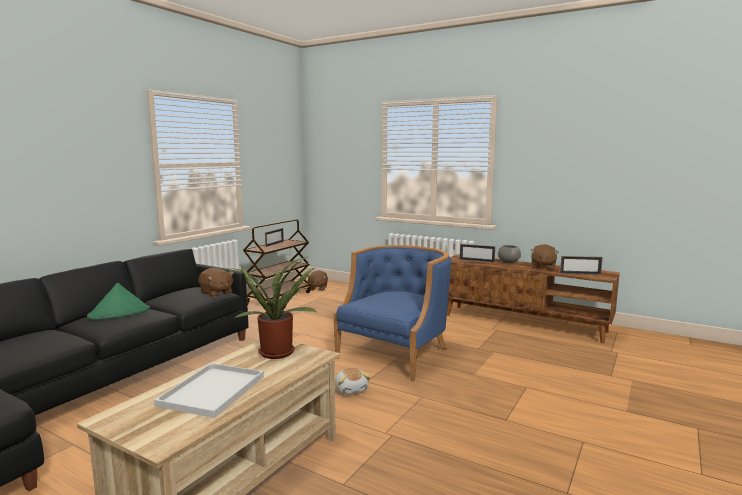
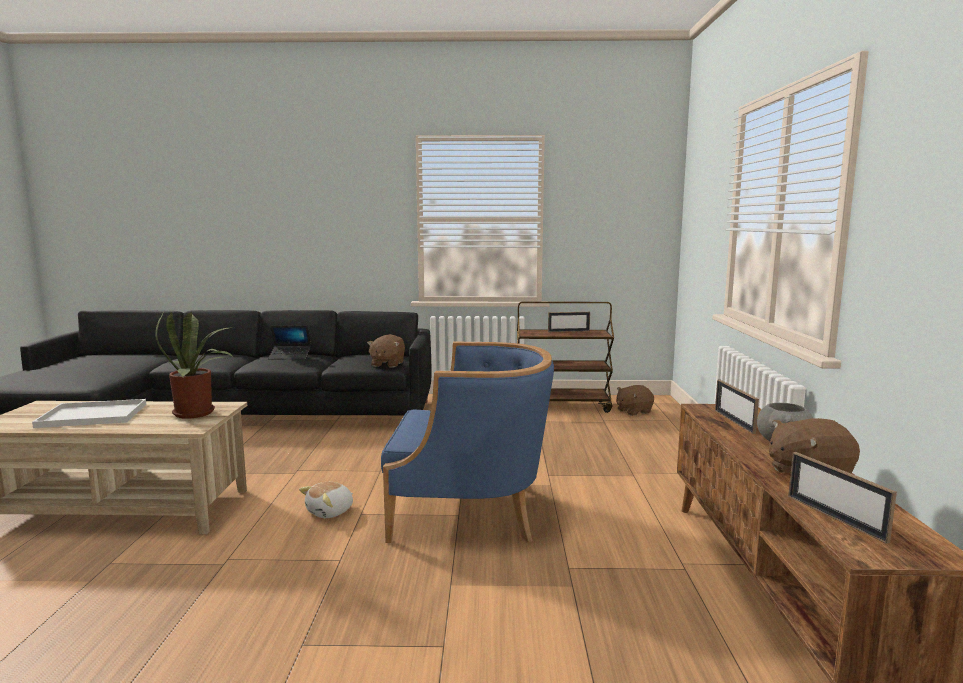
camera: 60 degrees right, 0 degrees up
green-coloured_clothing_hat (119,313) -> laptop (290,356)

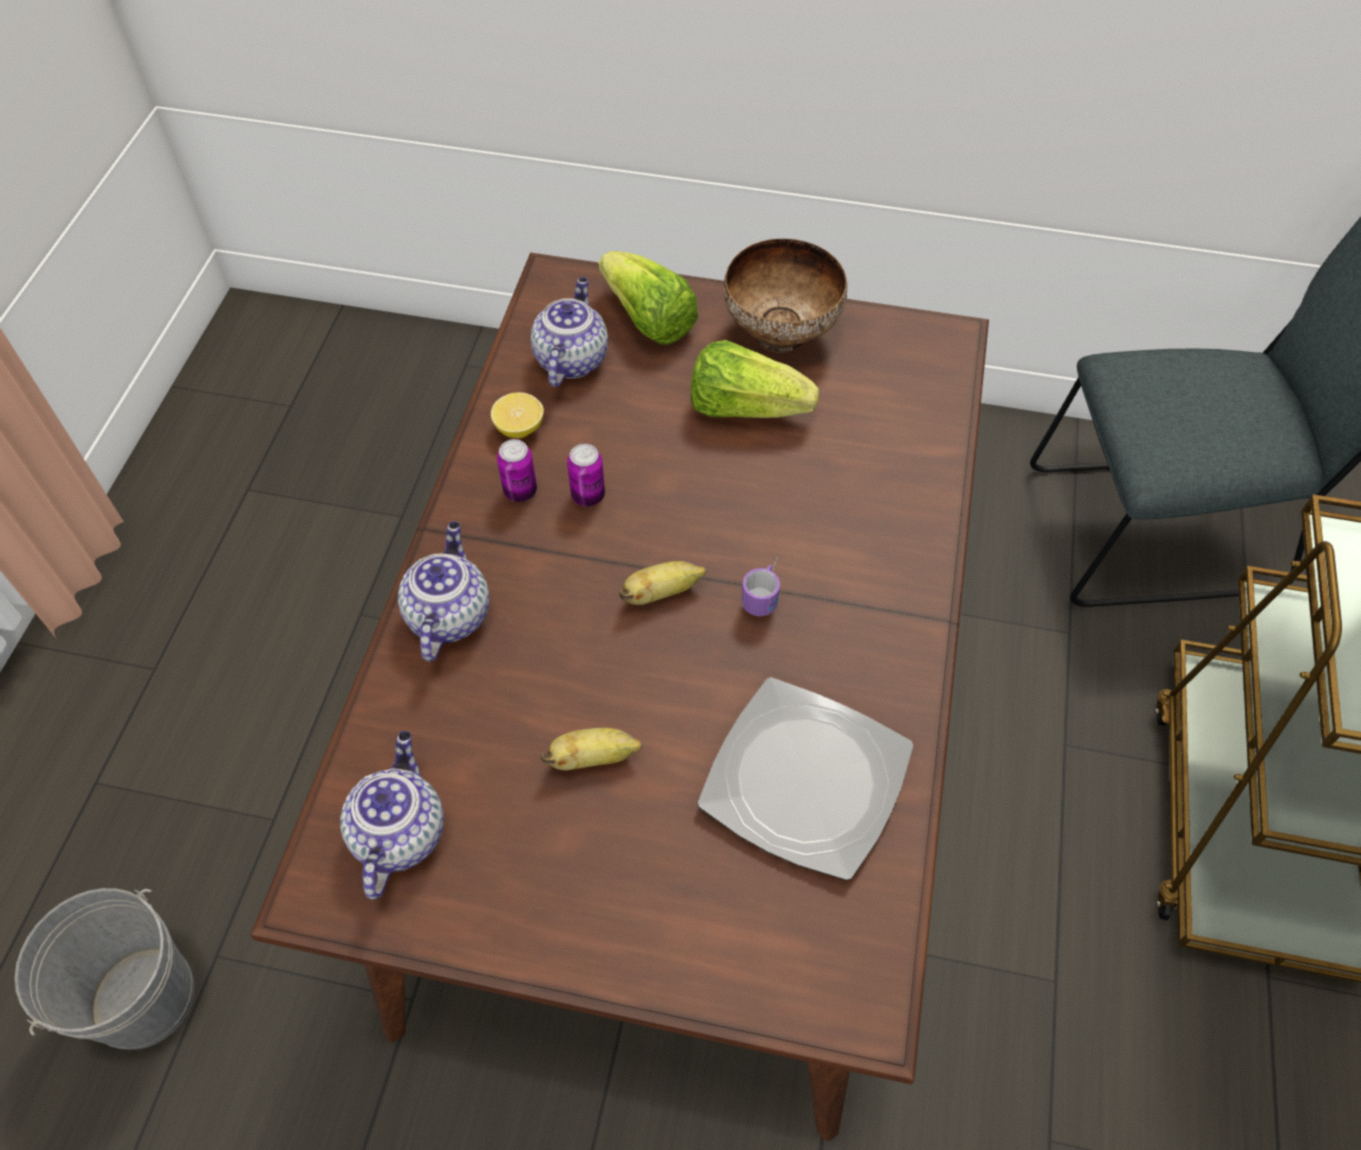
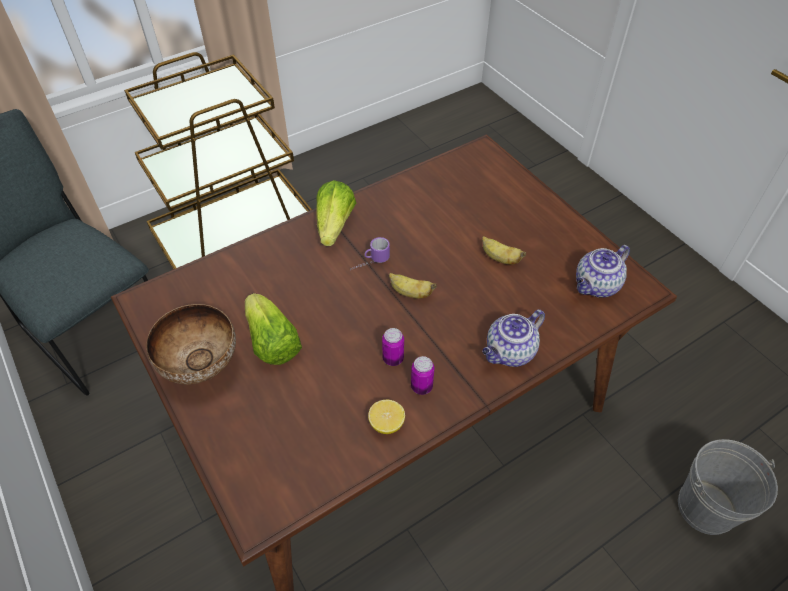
camera: 135 degrees left, 5 degrees down
pot_for_tea (571,359) -> none
lettuce (648,320) -> lettuce (335,226), moved
plate (803,781) -> none

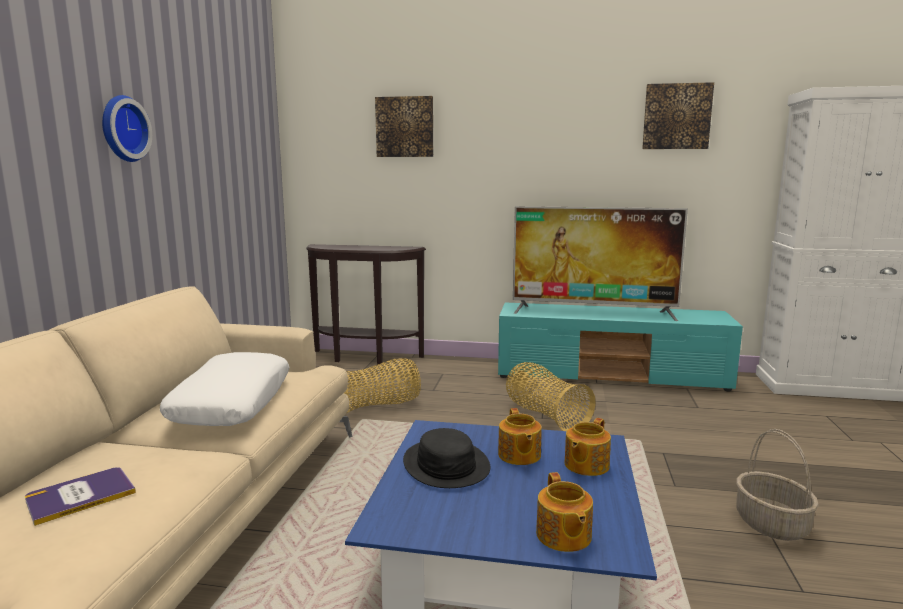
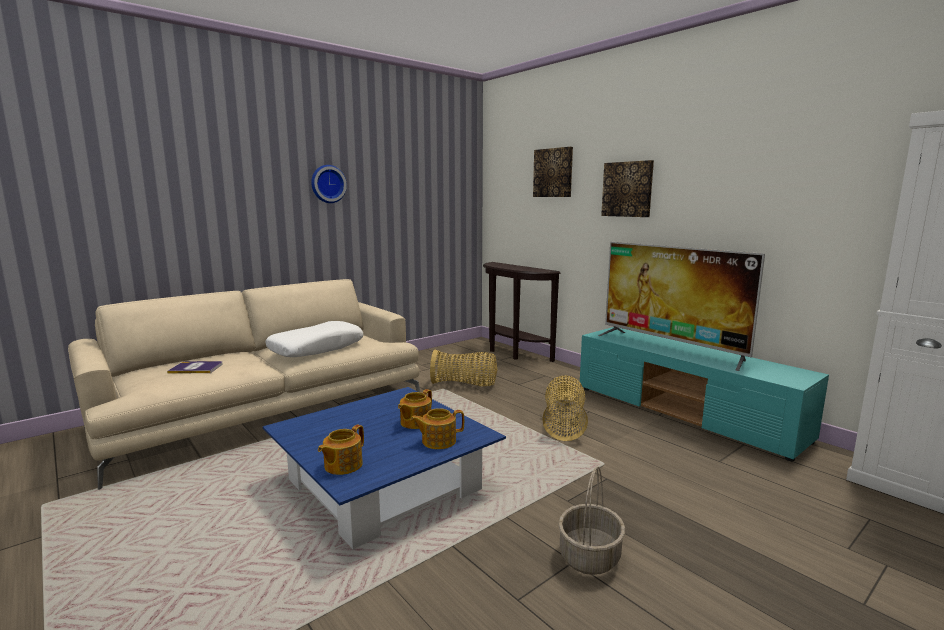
camera: 40 degrees right, 0 degrees up
blackish_clothing_hat (445,465) -> none
picture (676,116) -> picture (627,189), moved

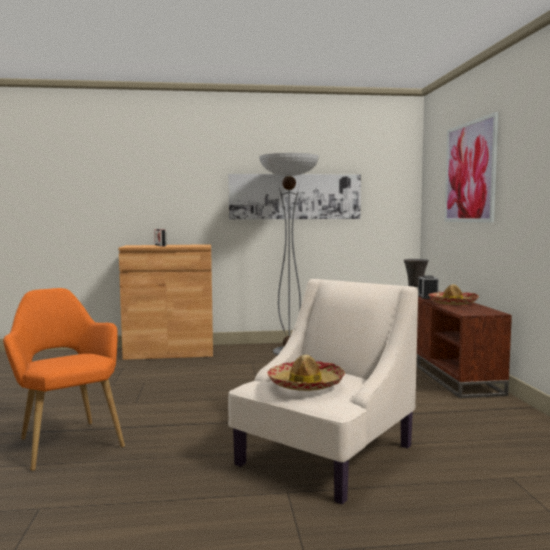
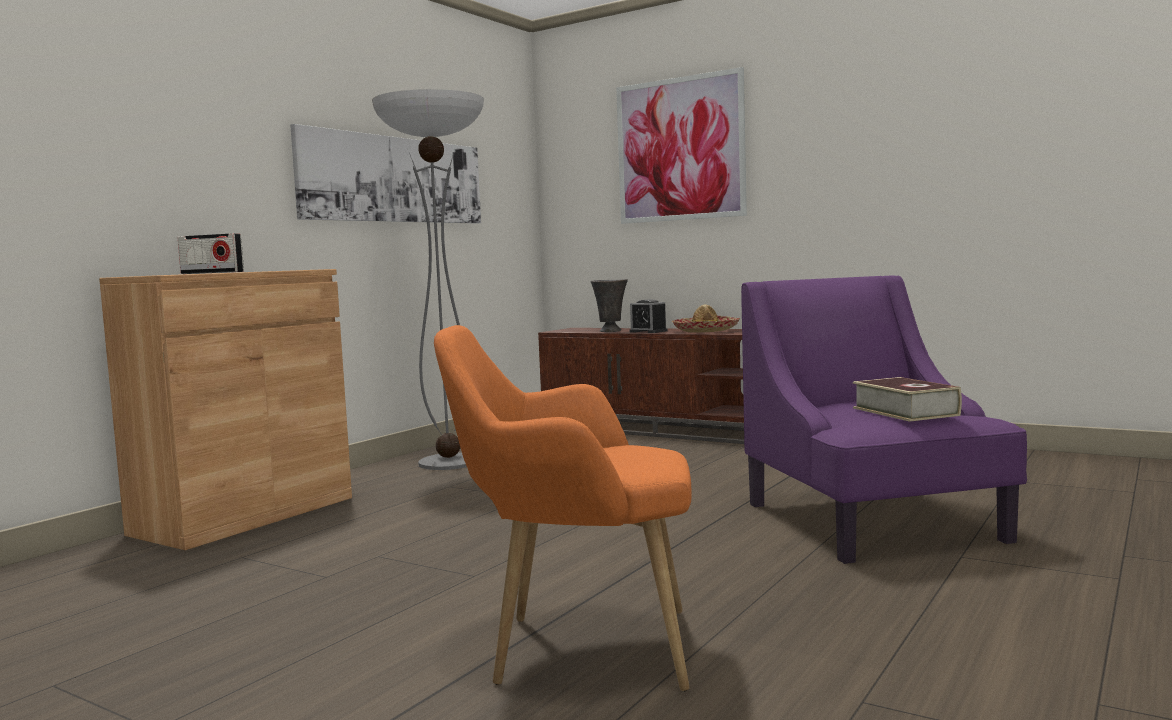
camera: 50 degrees left, 0 degrees up
beige_armchair (324,455) -> purplish_armchair (872,522)
clothing_hat (305,384) -> book (905,411)

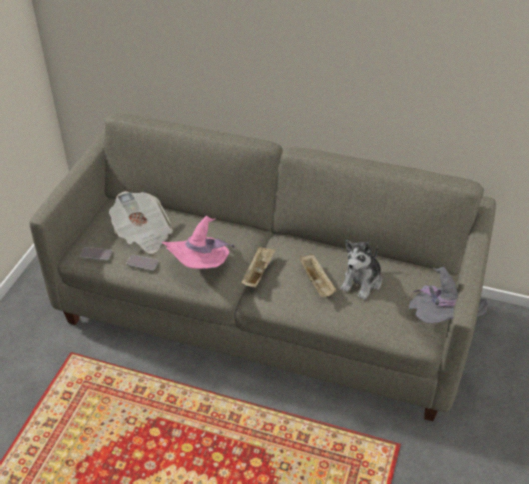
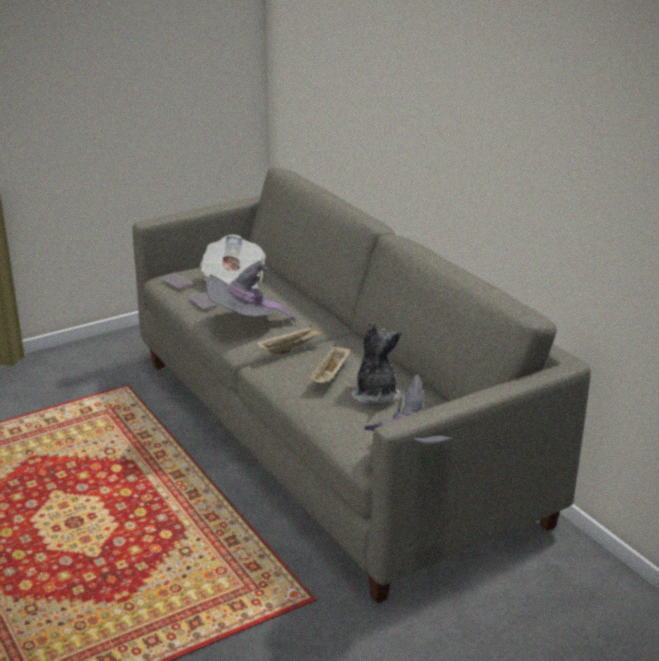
camera: 40 degrees right, 15 degrees down
pink_clothing_hat (200,267) -> grey_clothing_hat (245,323)
plush_toy (362,282) -> plush_toy (375,394), 105 degrees clockwise

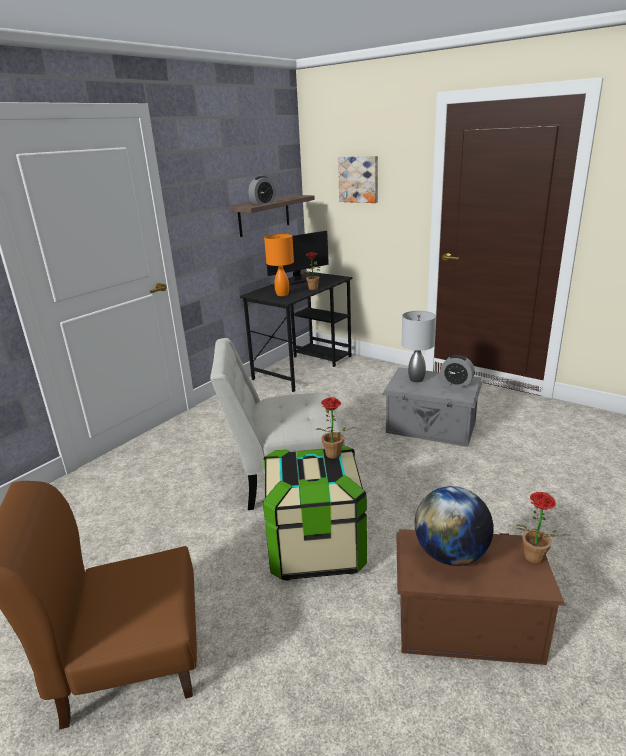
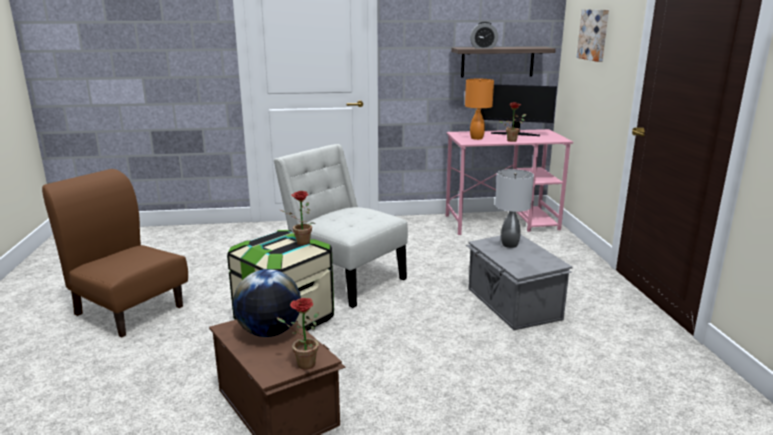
camera: 45 degrees right, 5 degrees down
blackish_desk_table (304,367) -> pink_desk_table (502,222)
table_clock (456,383) -> none

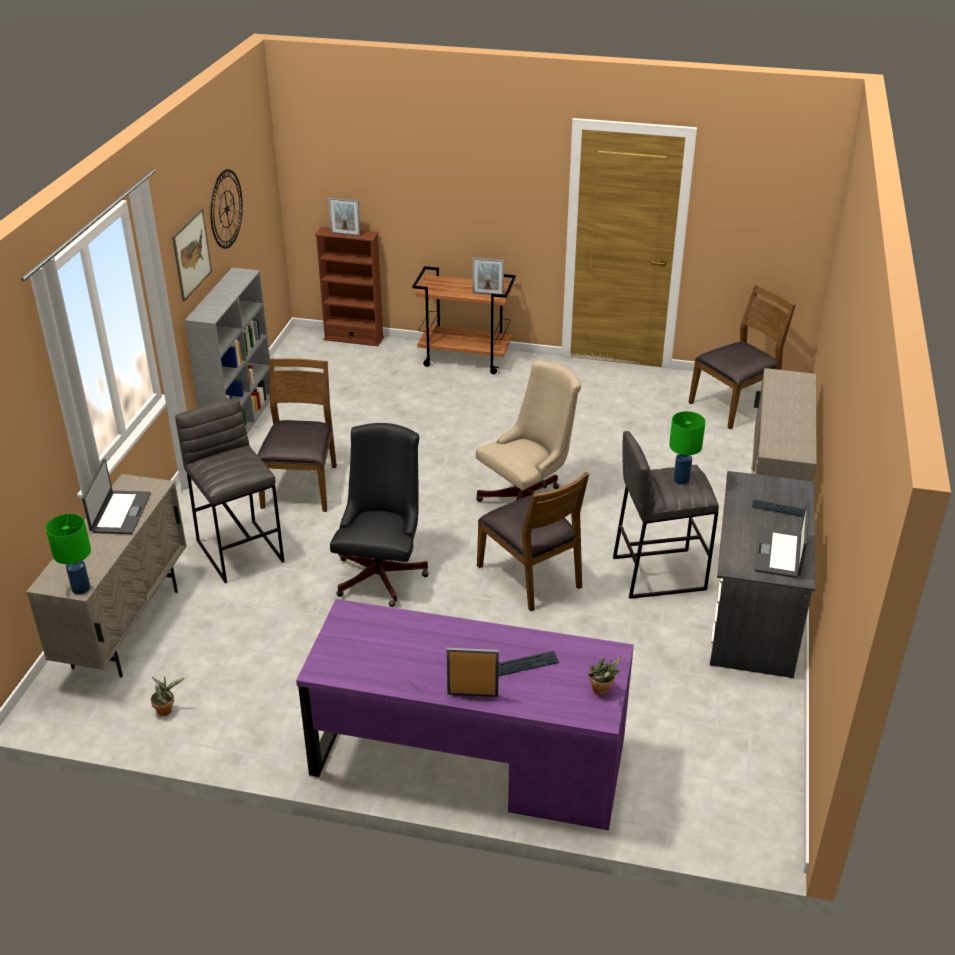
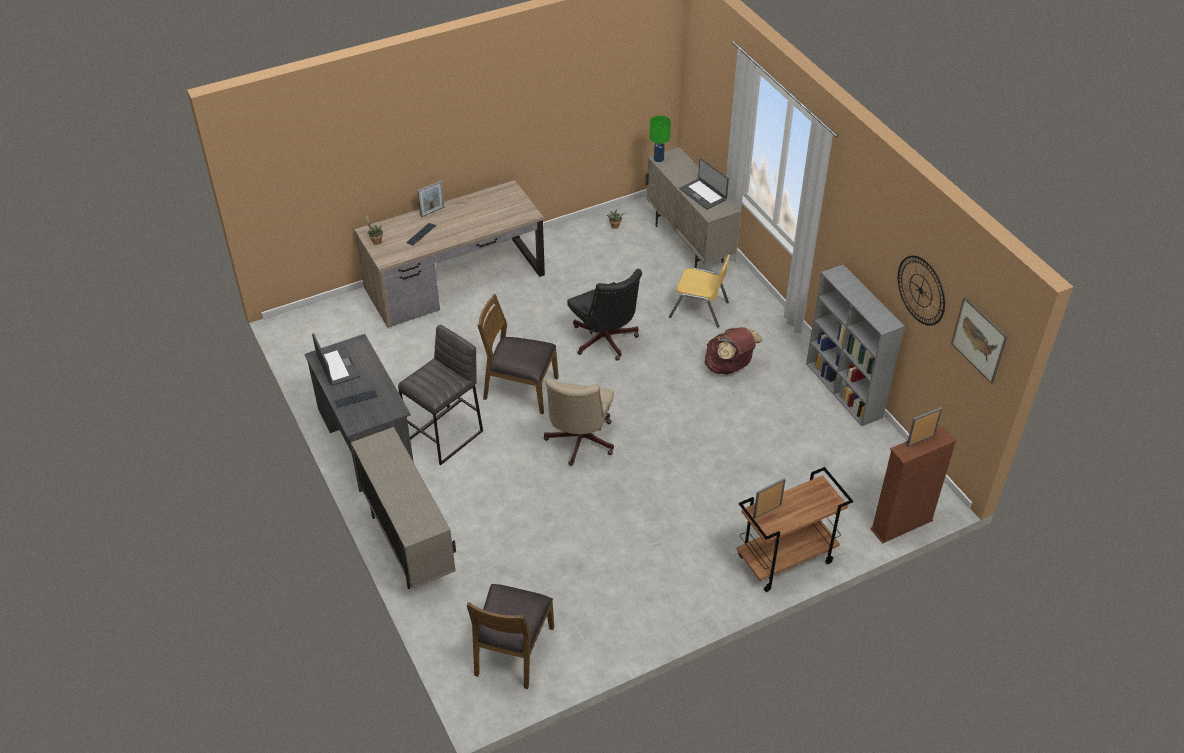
camera: 140 degrees right, 10 degrees up
picture (191,254) -> picture (979,340), moved
grey_sitting_stool (240,550) -> yellow-coloured_chair (699,309)
brown_chair (301,486) -> brown_rucksack (729,367)
purplish_desk_table (468,758) -> brown_desk_table (455,282)
green-coloured_tabletop_lamp (682,480) -> none

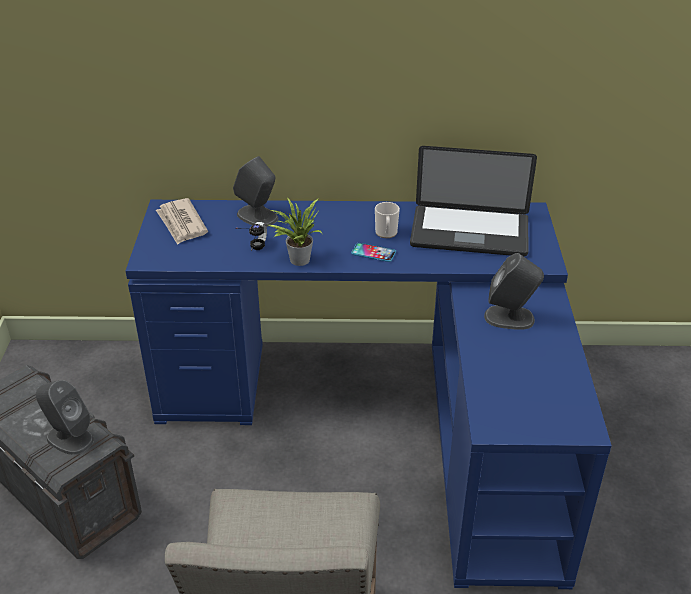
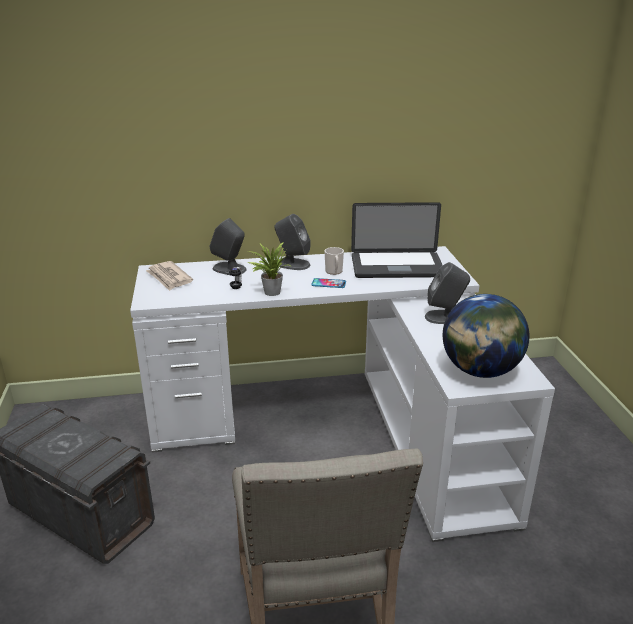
camera: 10 degrees left, 10 degrees down
grey_audio_speaker (69,438) -> grey_audio_speaker (292,264), moved
bluish_desk_table (388,416) -> whitish_desk_table (344,425)
none -> world_globe (480,371)

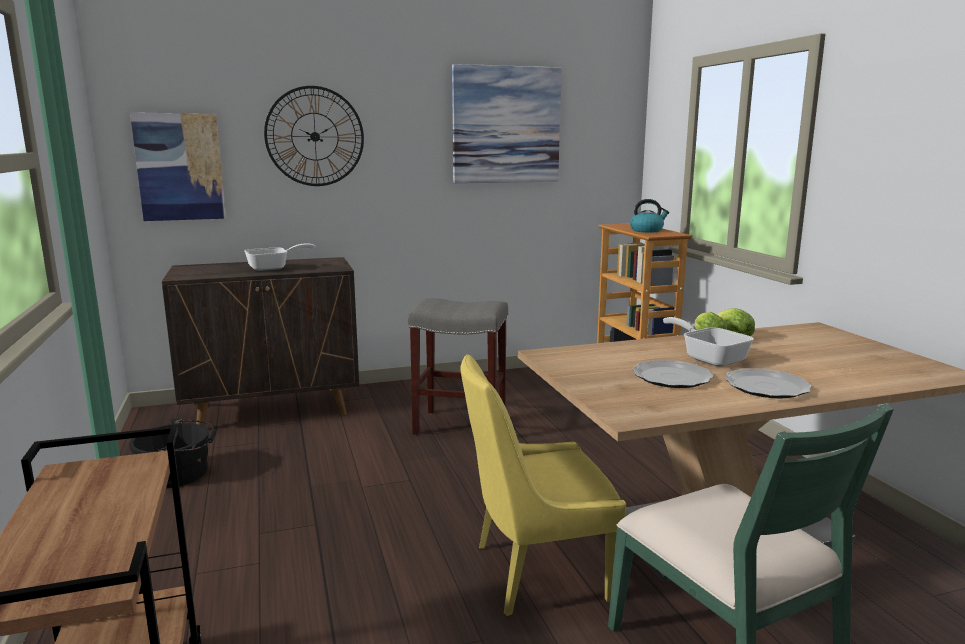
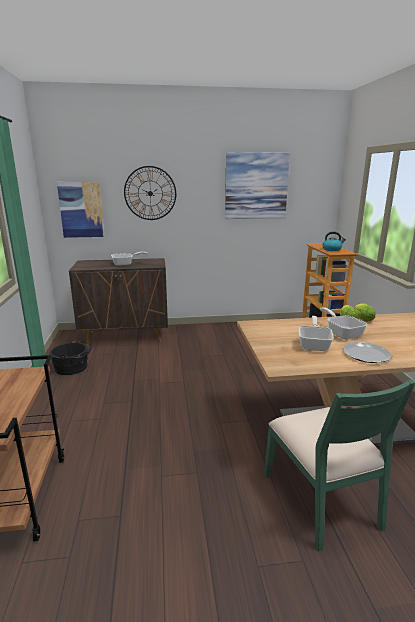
camera: 10 degrees right, 5 degrees up
grey_sitting_stool (462,425) -> none
yellow-coloured_chair (535,572) -> none
plate (672,377) -> pan (314,344)

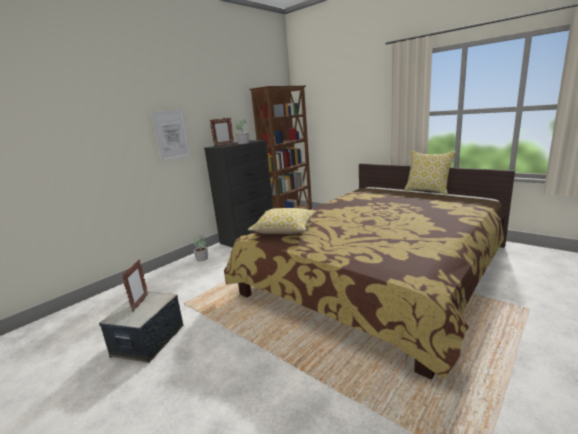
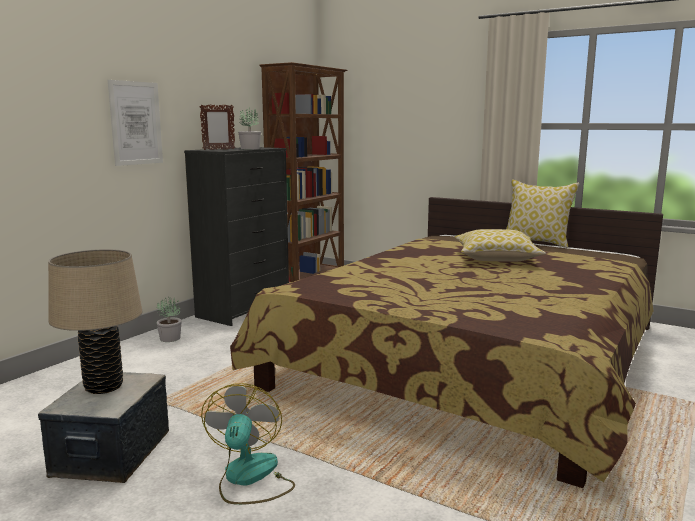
camera: 10 degrees left, 5 degrees down
standing_frame (140,303) -> beige_tabletop_lamp (104,387)
pillow (284,229) -> pillow (496,259), moved
none -> electric_fan (249,478)

